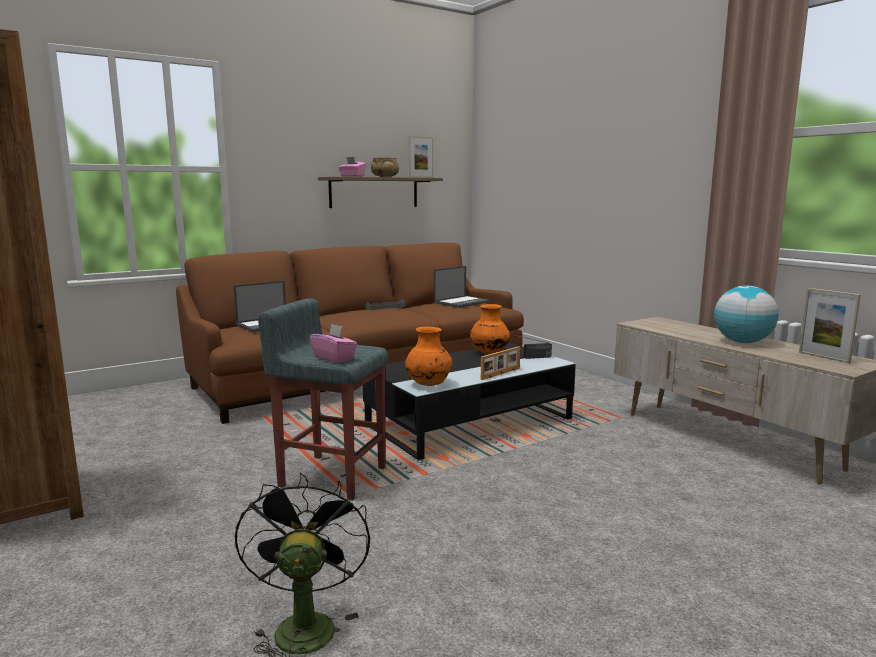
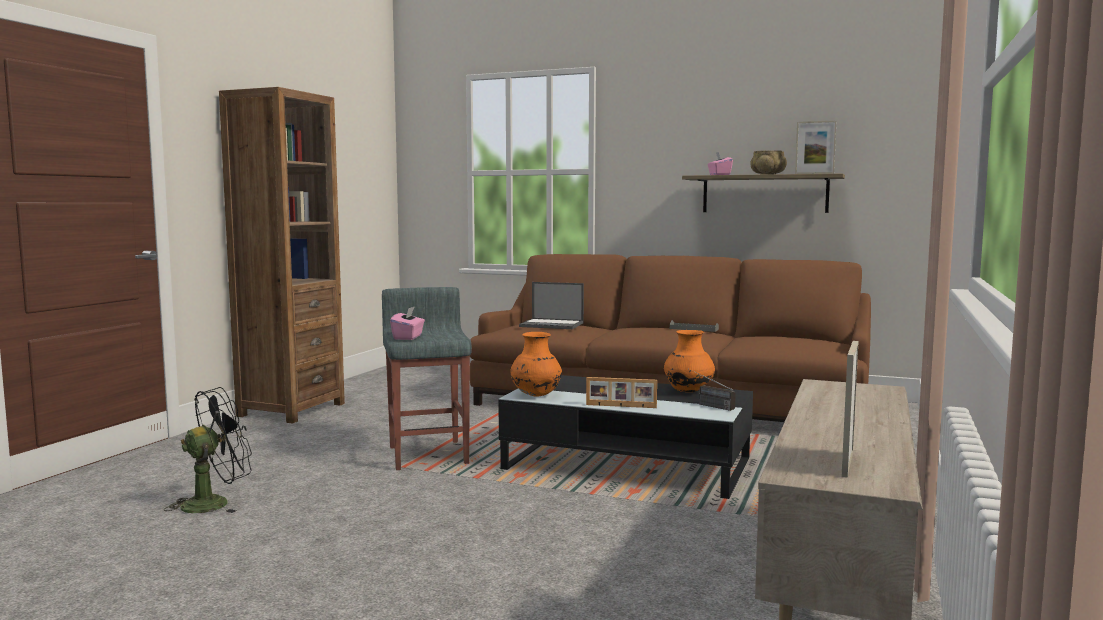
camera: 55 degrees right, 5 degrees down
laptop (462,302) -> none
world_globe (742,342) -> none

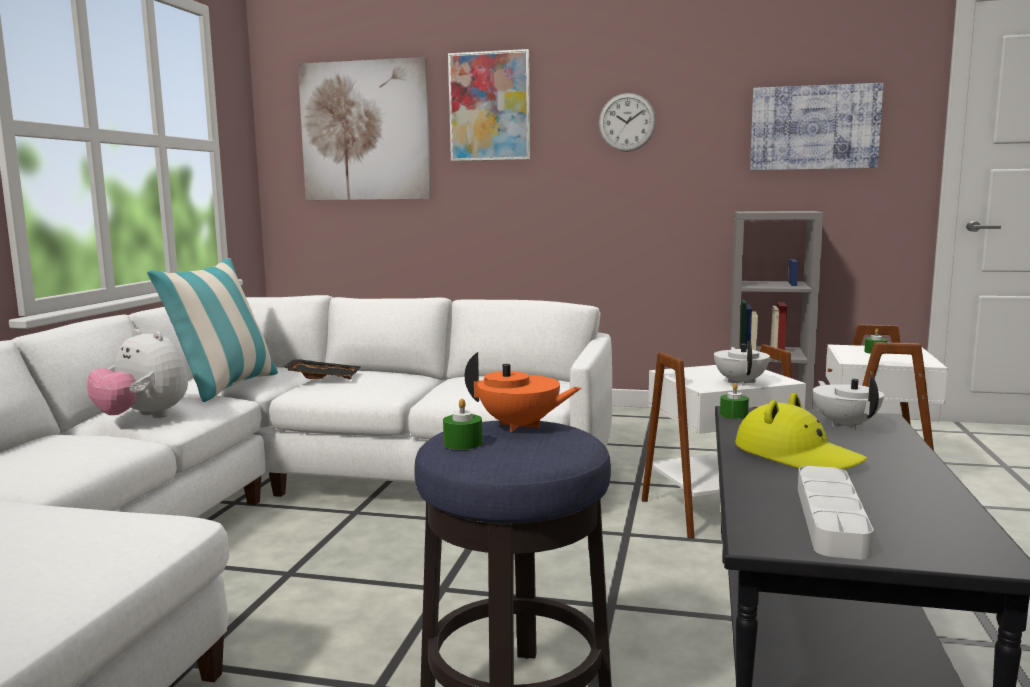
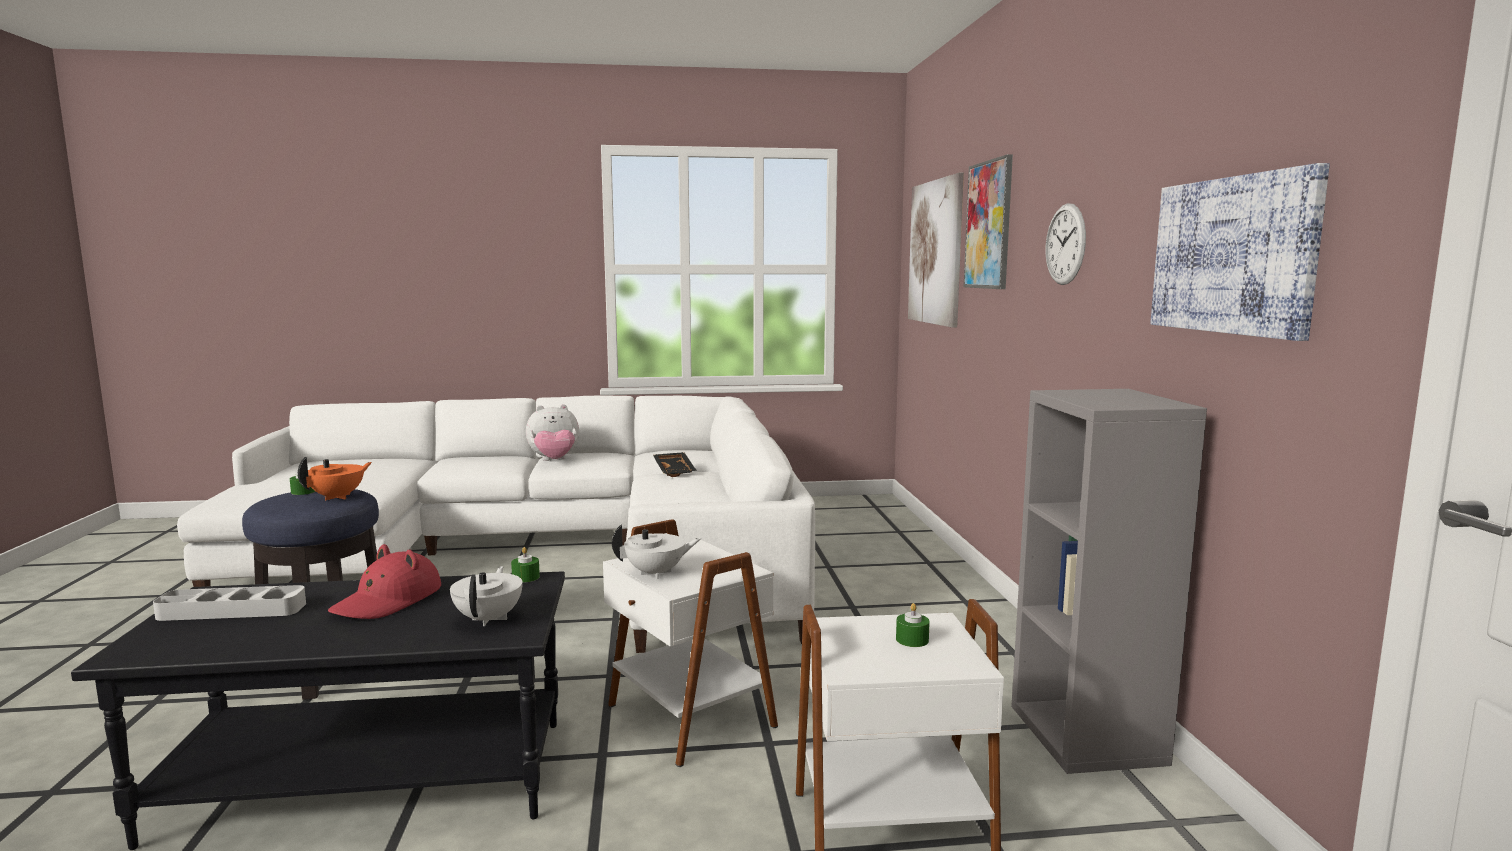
camera: 70 degrees right, 0 degrees up
plush_toy (143,418) -> plush_toy (554,461), 120 degrees counterclockwise
pillow (225,387) -> none
orange-coloured_pot_for_tea (520,426) -> orange-coloured_pot_for_tea (338,497), 150 degrees counterclockwise
yellow-coloured_clothing_hat (797,455) -> red-coloured_clothing_hat (388,601)
whitish_pot_for_tea (845,425) -> whitish_pot_for_tea (489,619), 60 degrees counterclockwise

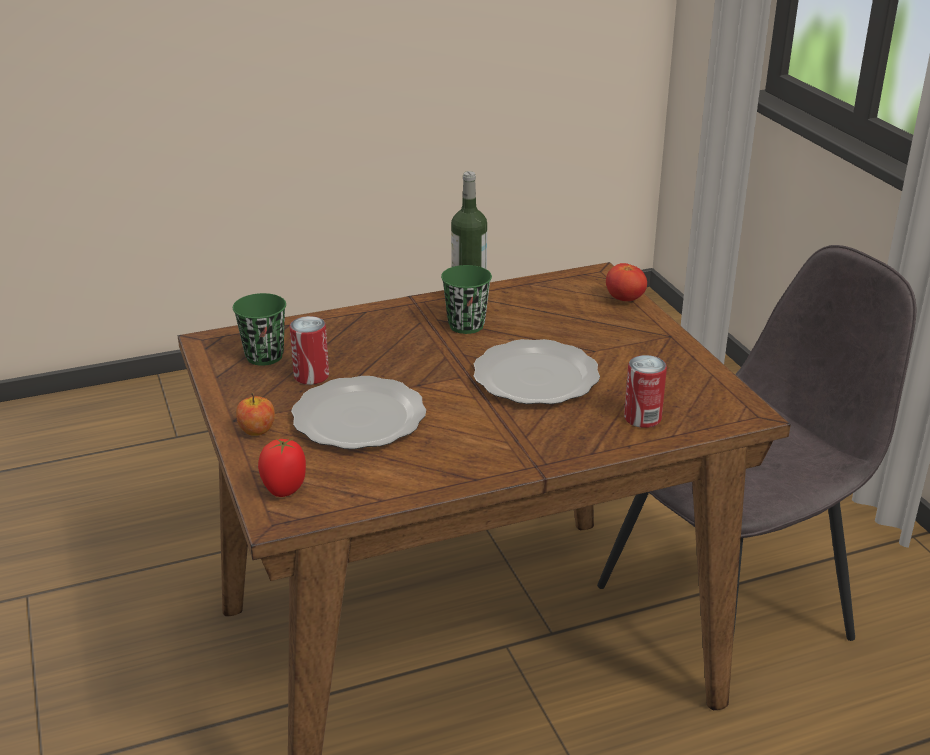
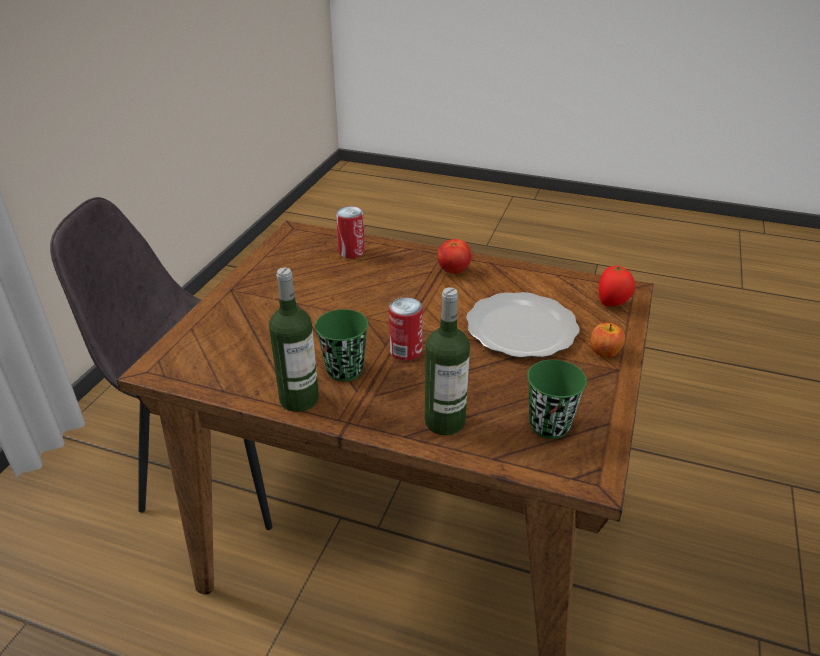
camera: 140 degrees left, 5 degrees up
metal_can (311,376) -> metal_can (405,351), moved
plate (534,378) -> none
tomato (624,299) -> tomato (453,270), moved
none -> bottle (444,421)

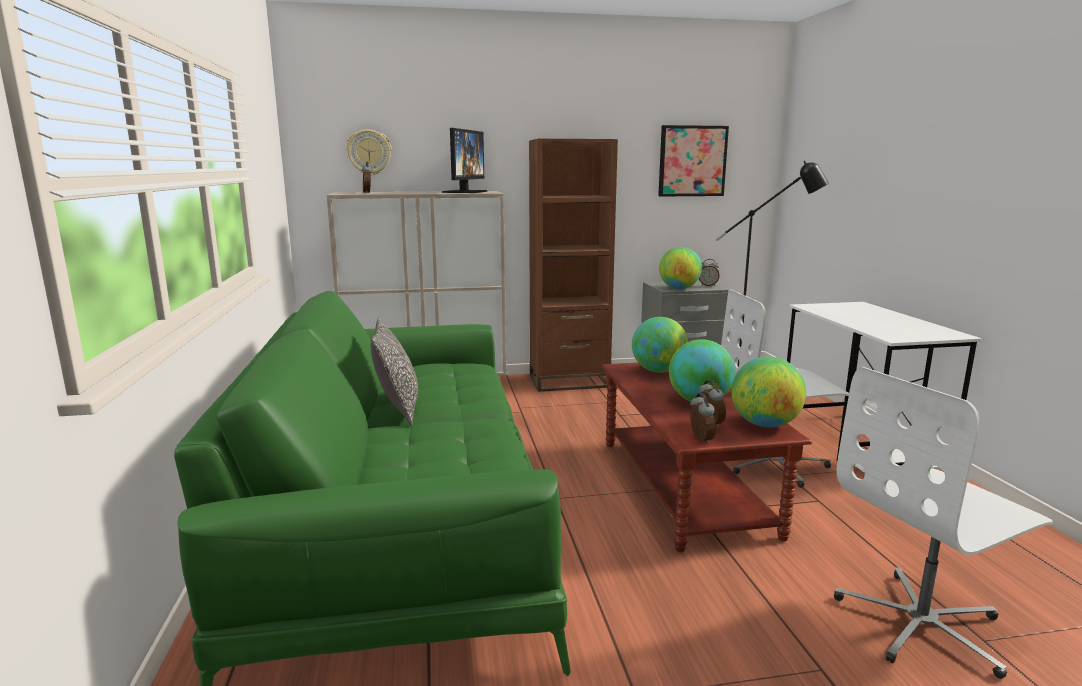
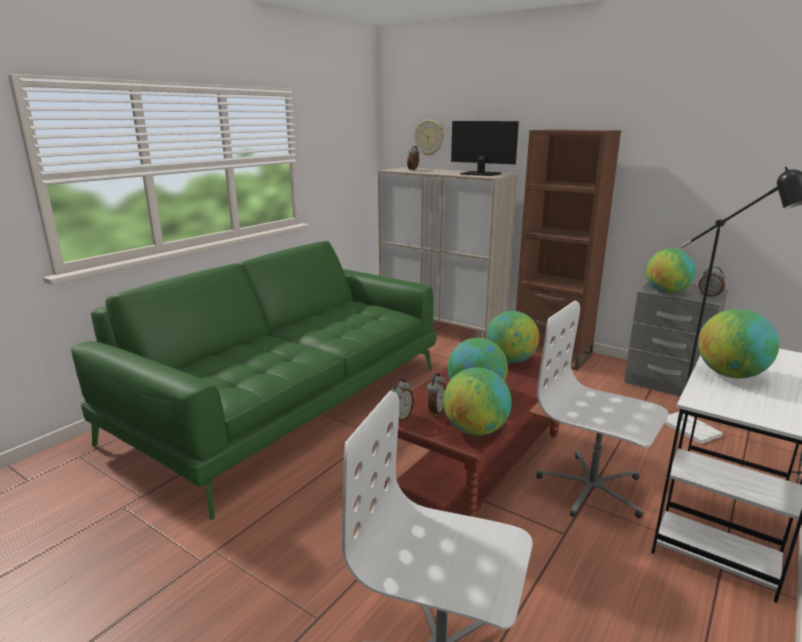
camera: 45 degrees right, 5 degrees up
pillow (398,410) -> none
computer_screen (465,192) -> computer_screen (480,174), 120 degrees counterclockwise
picture (692,161) -> none
none -> world_globe (730,375)

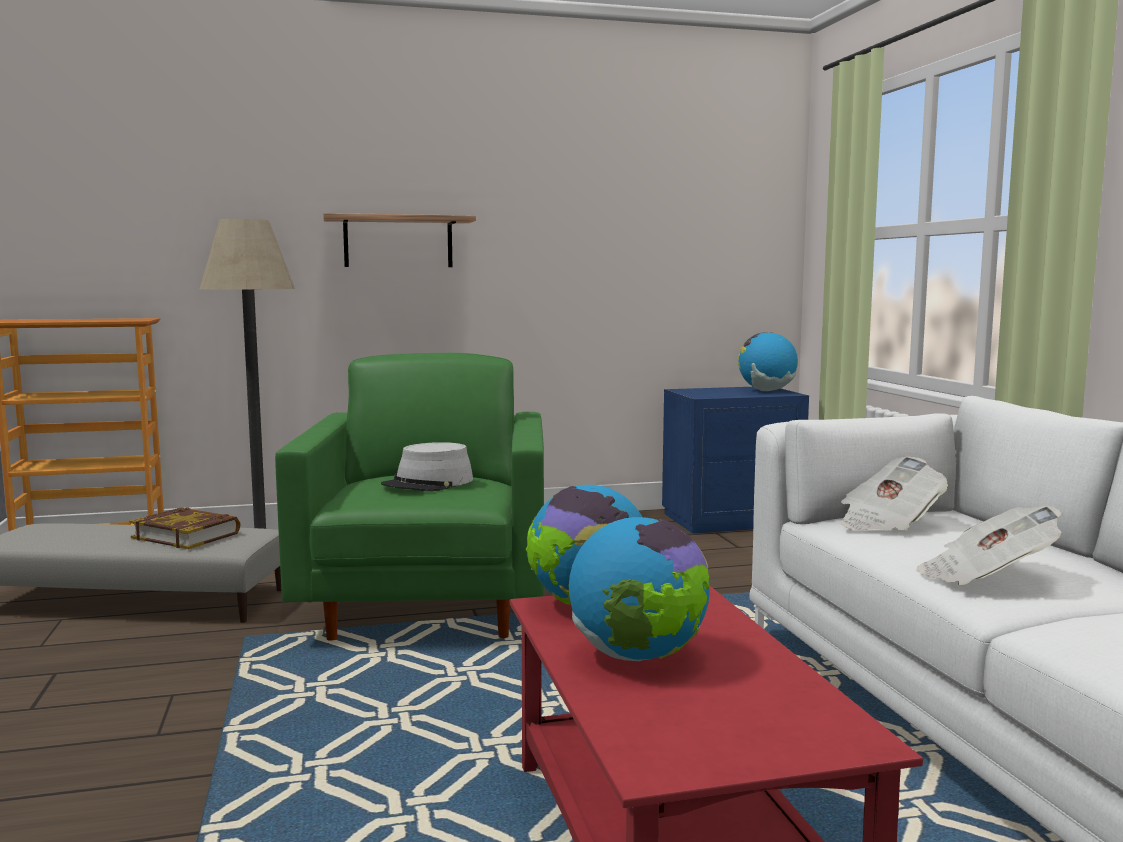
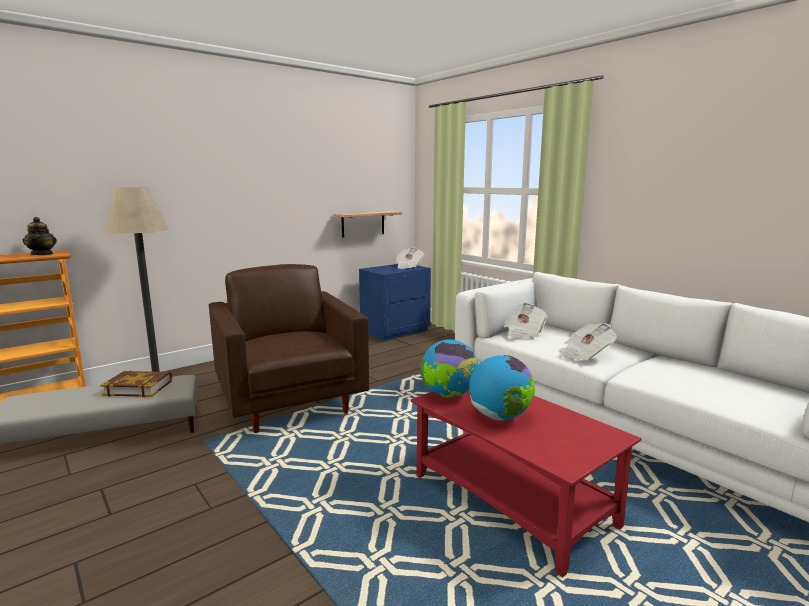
camera: 25 degrees left, 5 degrees up
green-coloured_armchair (429,606) -> brown_armchair (290,402)
shelf (398,242) -> shelf (363,224), moved
grey_clothing_hat (428,483) -> none
world_globe (766,391) -> printed_paper (408,266)
none -> pot_for_tea (42,254)

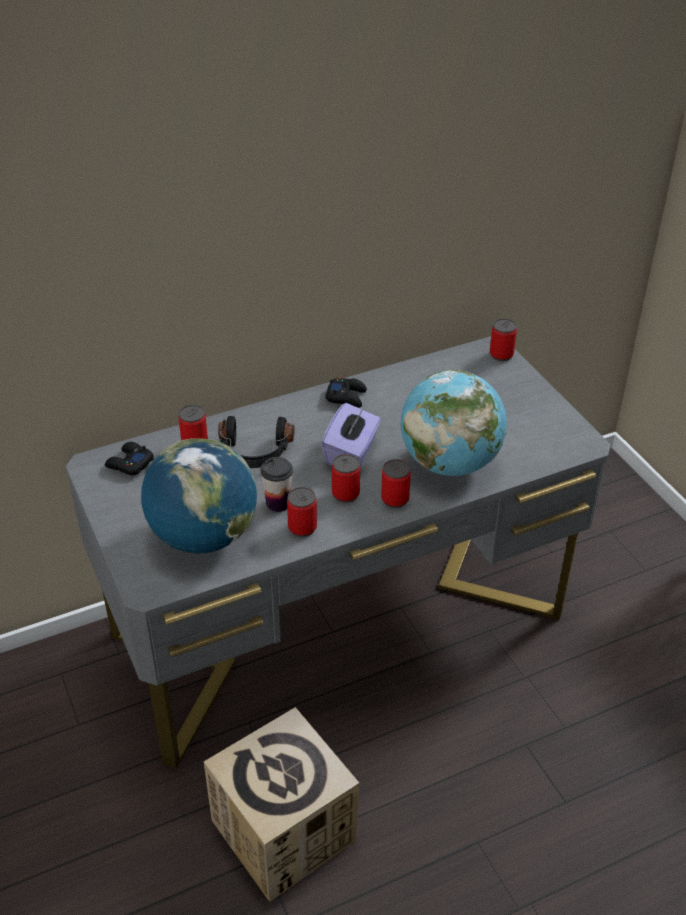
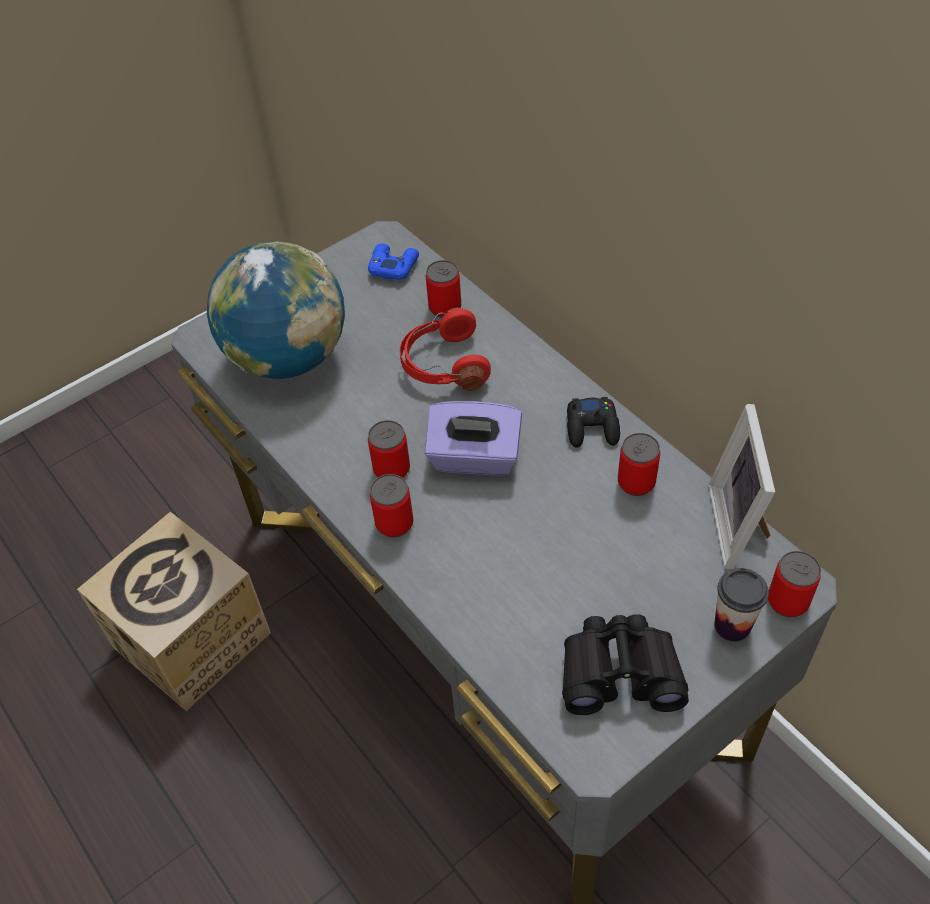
camera: 80 degrees right, 10 degrees up
blackish_joypad (129,463) -> bluish_joypad (393,266)
blackish_headphones (255,453) -> red-coloured_headphones (443,364)
cup (278,503) -> cup (732,625), moved
metal_can (302,527) -> metal_can (636,482), moved
world_globe (449,463) -> none
none -> blackish_field_glasses (620,673)
none -> standing_frame (740,525)

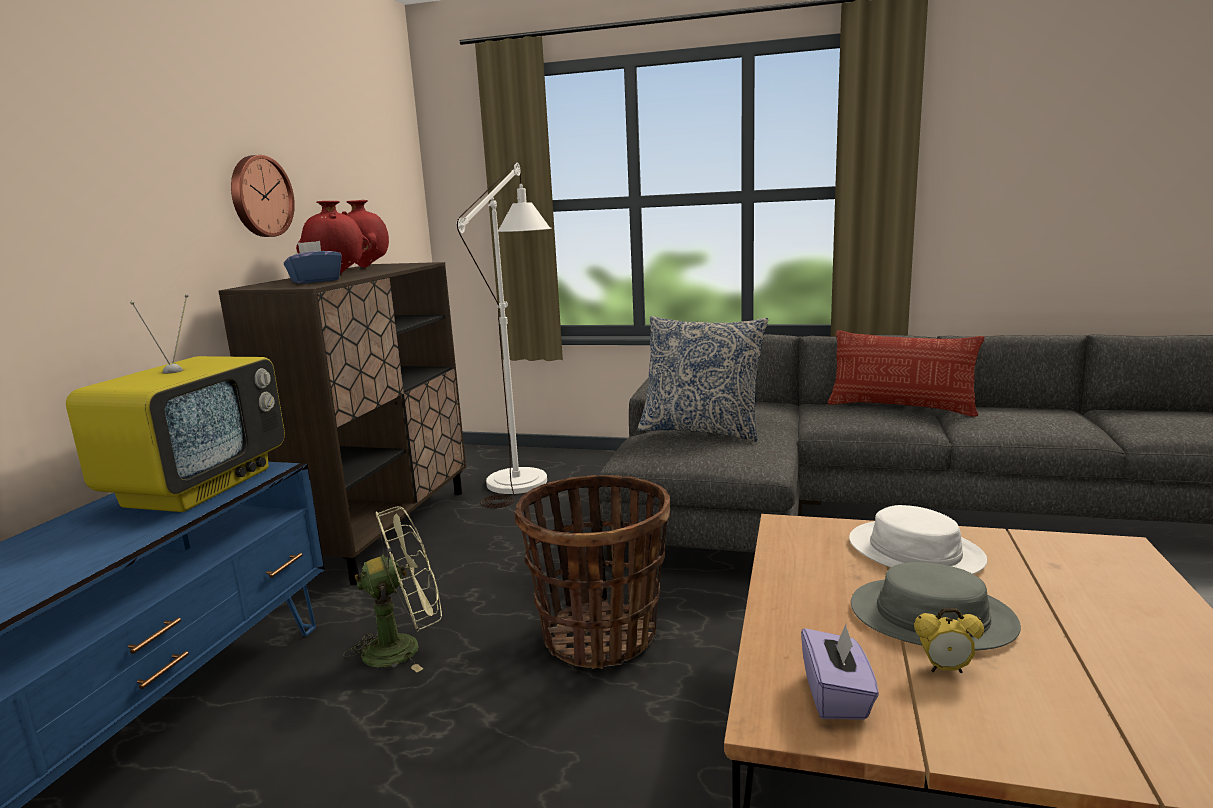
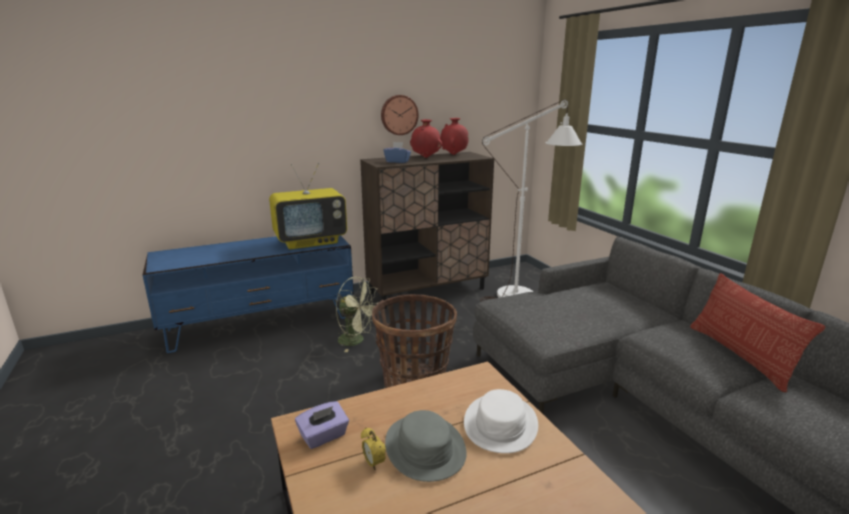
camera: 50 degrees right, 5 degrees up
pillow (701,430) -> none

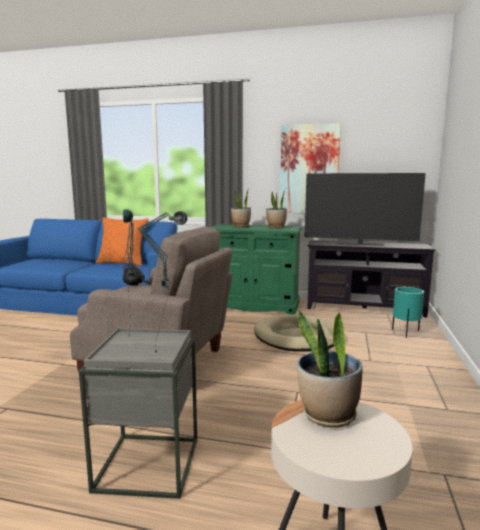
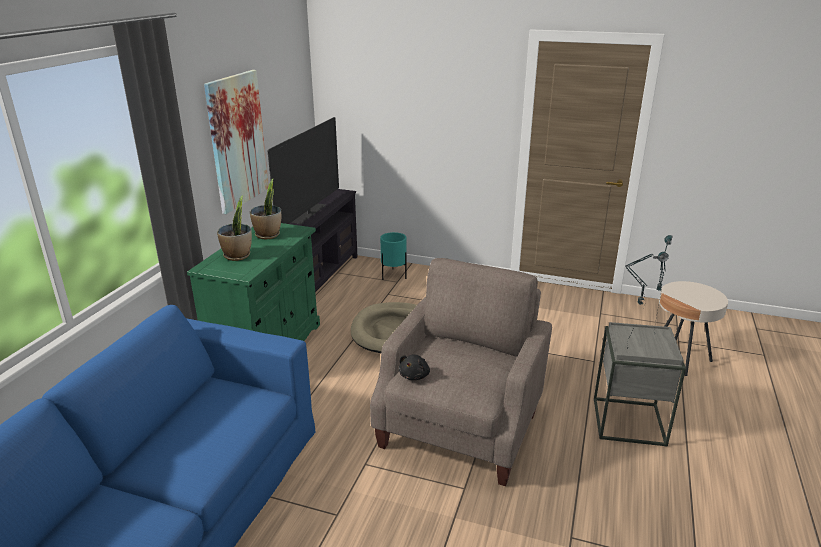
camera: 85 degrees left, 15 degrees up
orange-coloured_pillow (123,263) -> none
plant_in_a_pot (327,415) -> none

